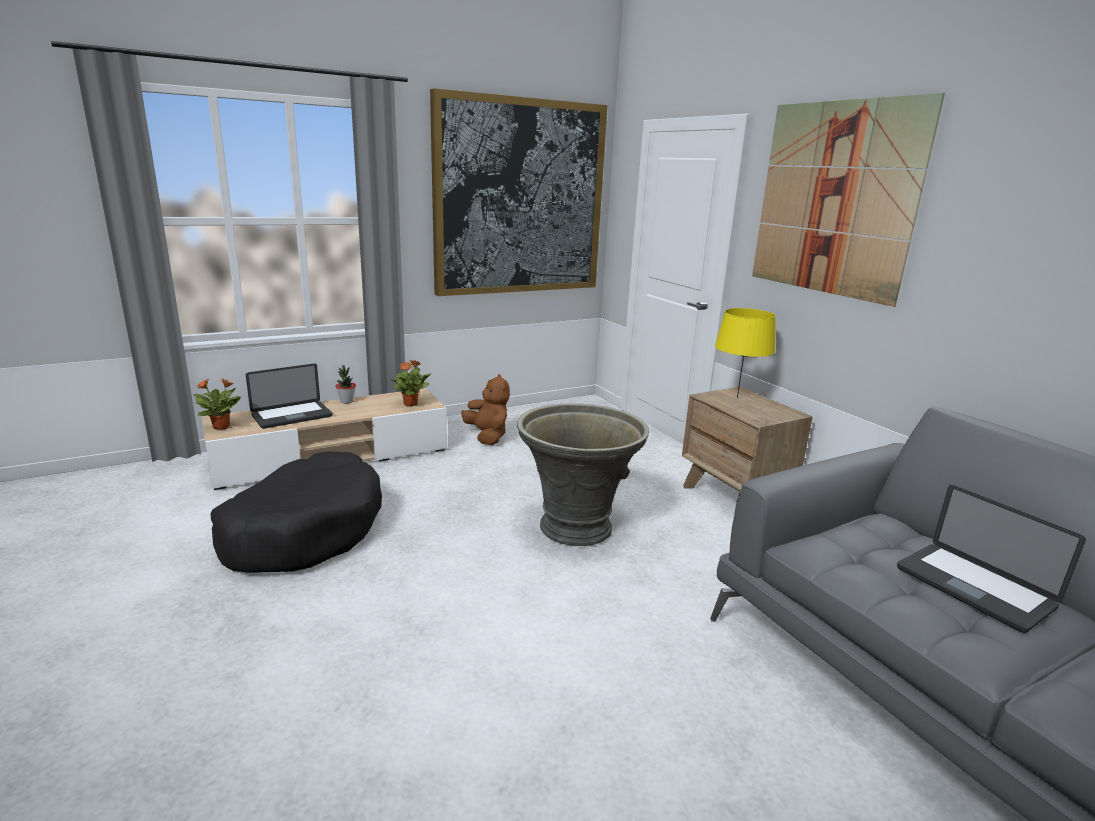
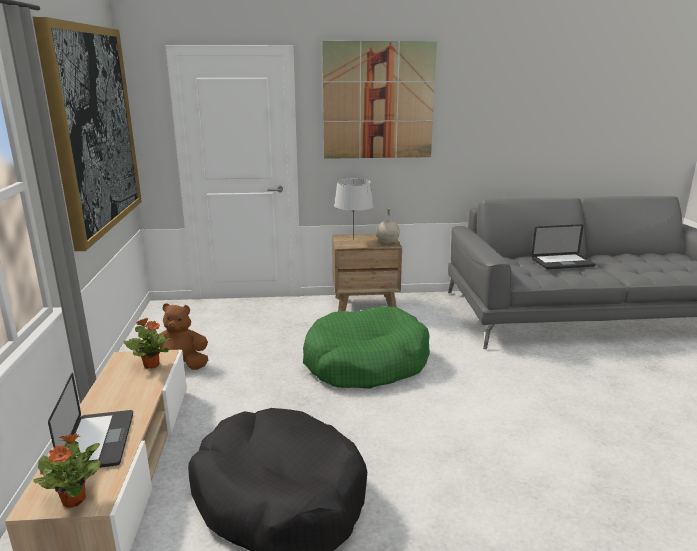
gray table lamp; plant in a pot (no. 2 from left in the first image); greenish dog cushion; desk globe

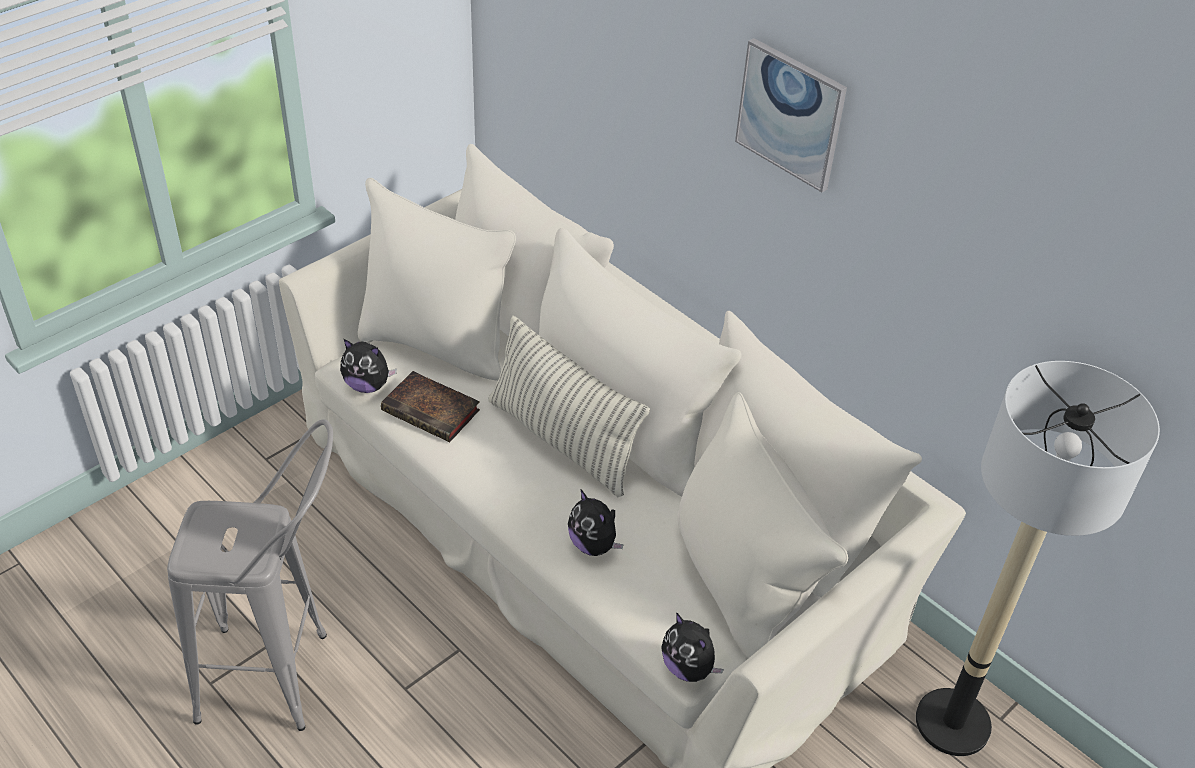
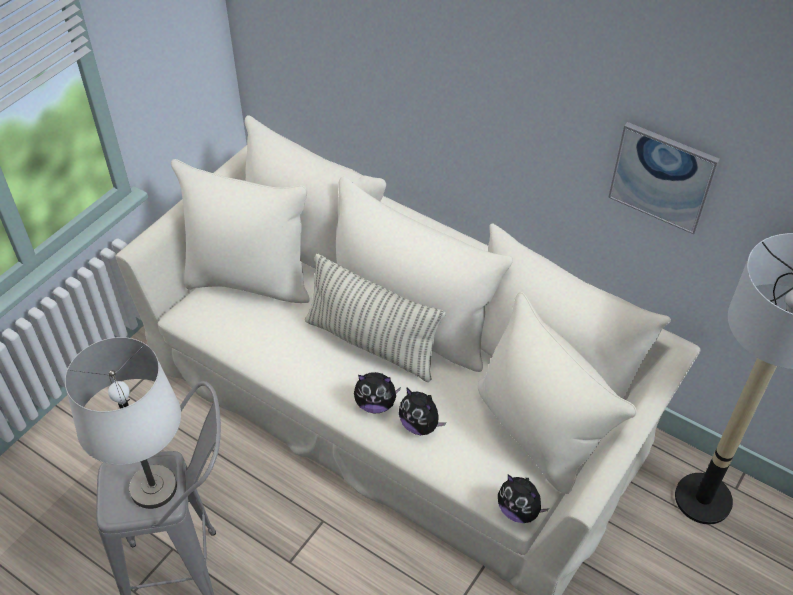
wall picture; soft toy (no. 1 from left); bound book; white-coloured table lamp

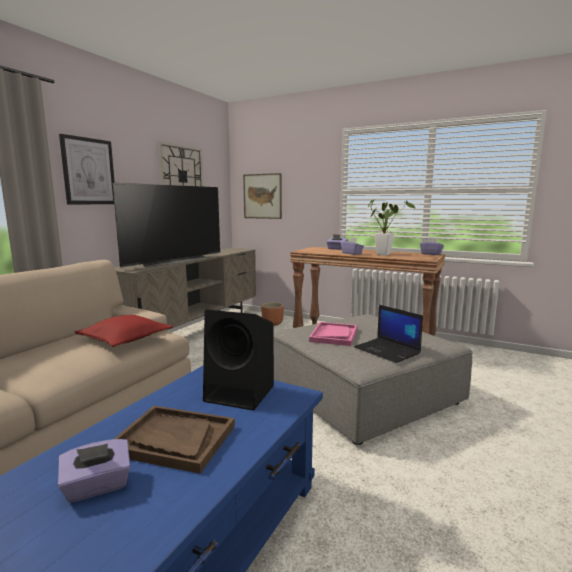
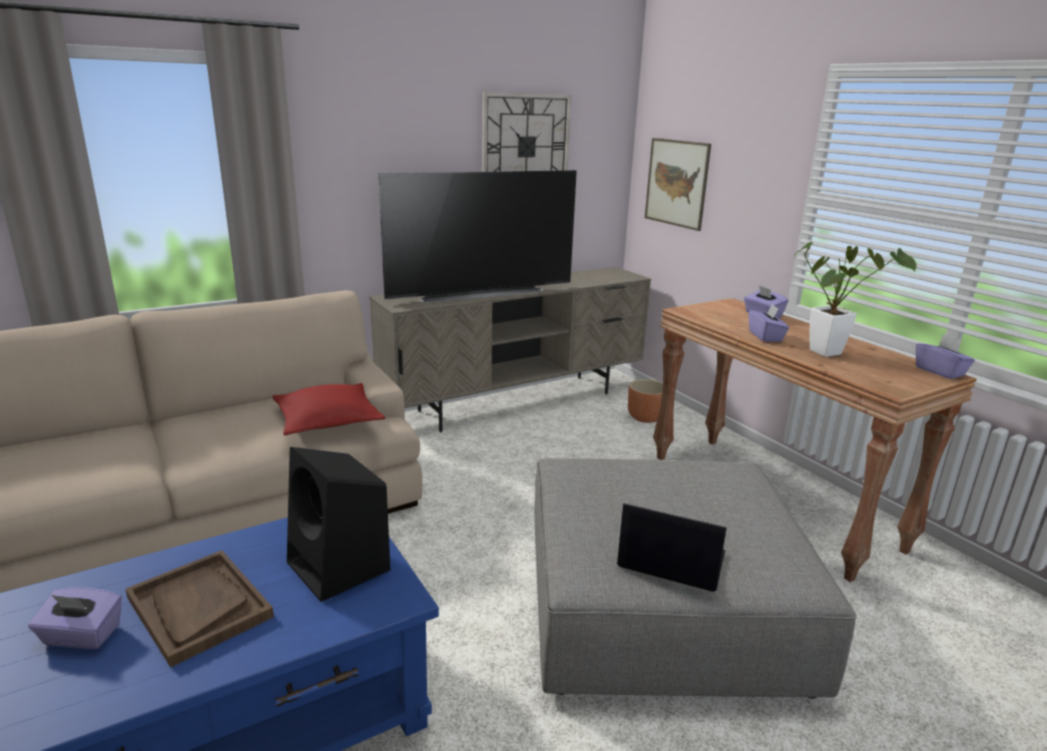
wall picture (no. 1 from left in the first image); portable computer; pink-coloured tray

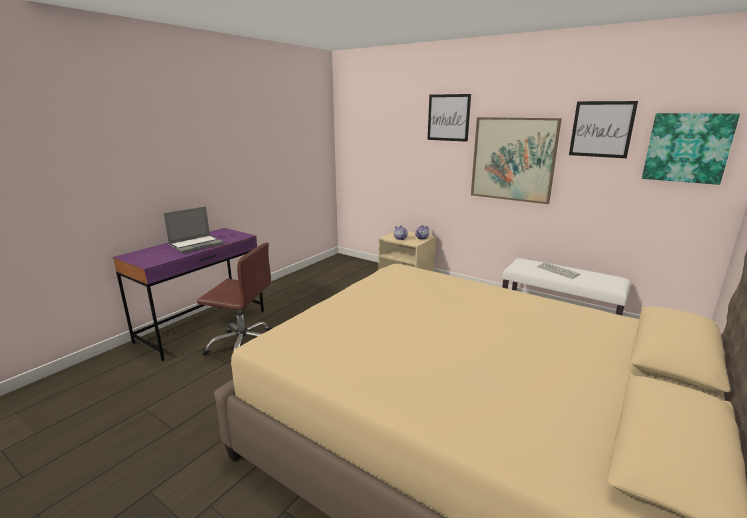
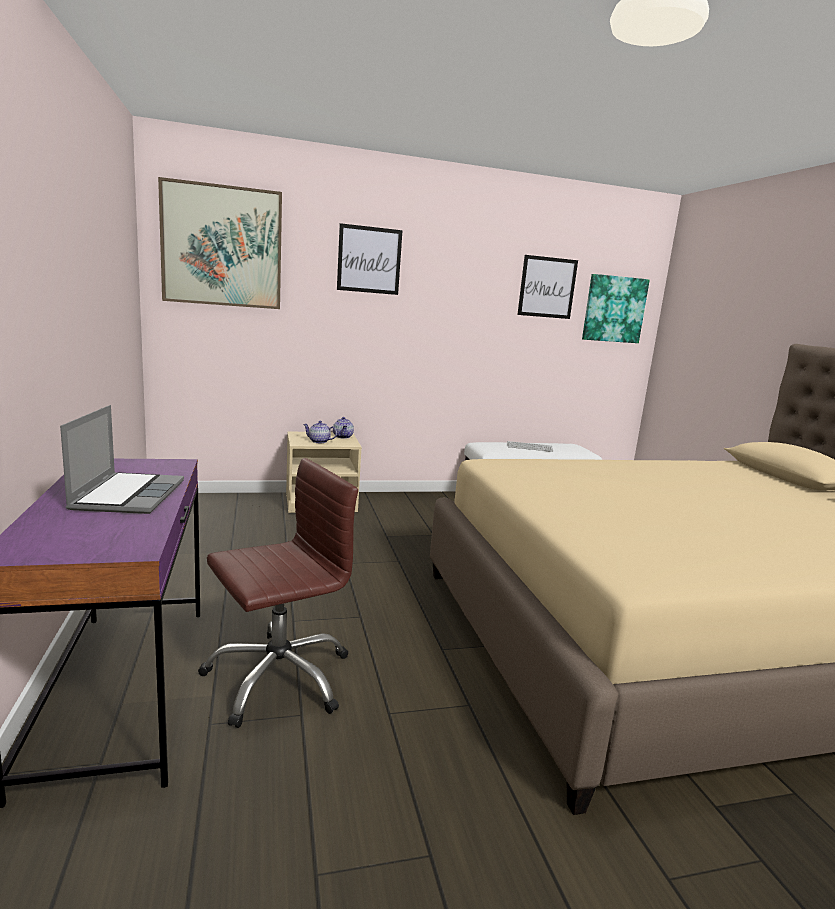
wall picture (no. 1 from left)

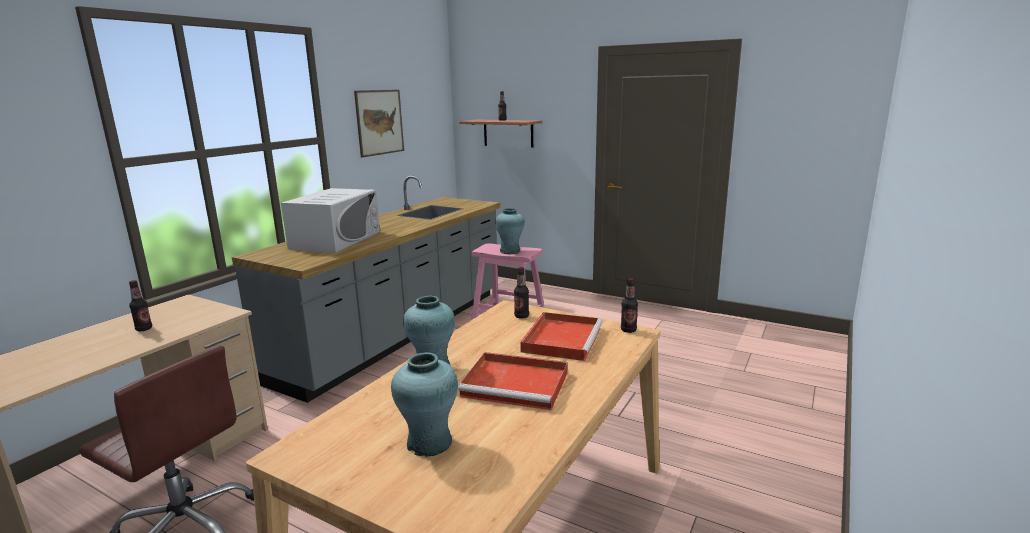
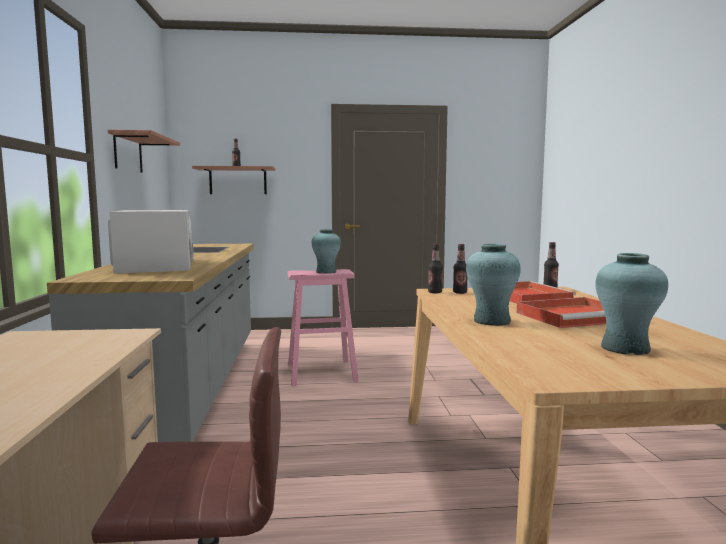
wall shelf (no. 1 from left); drink bottle (no. 2 from left)

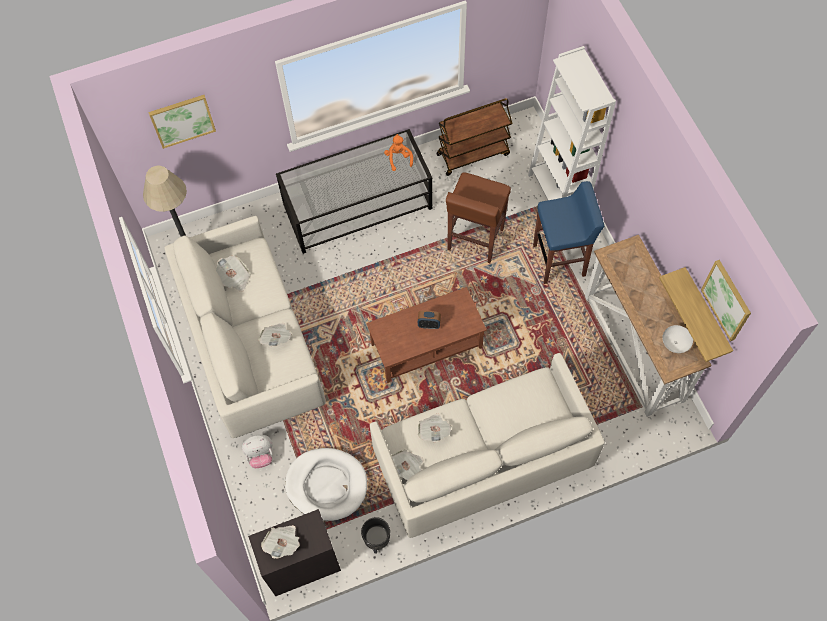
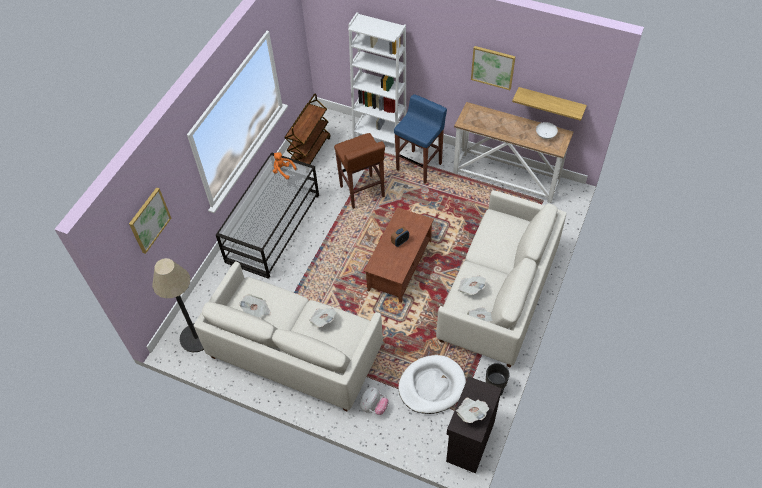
wall picture (no. 2 from left)

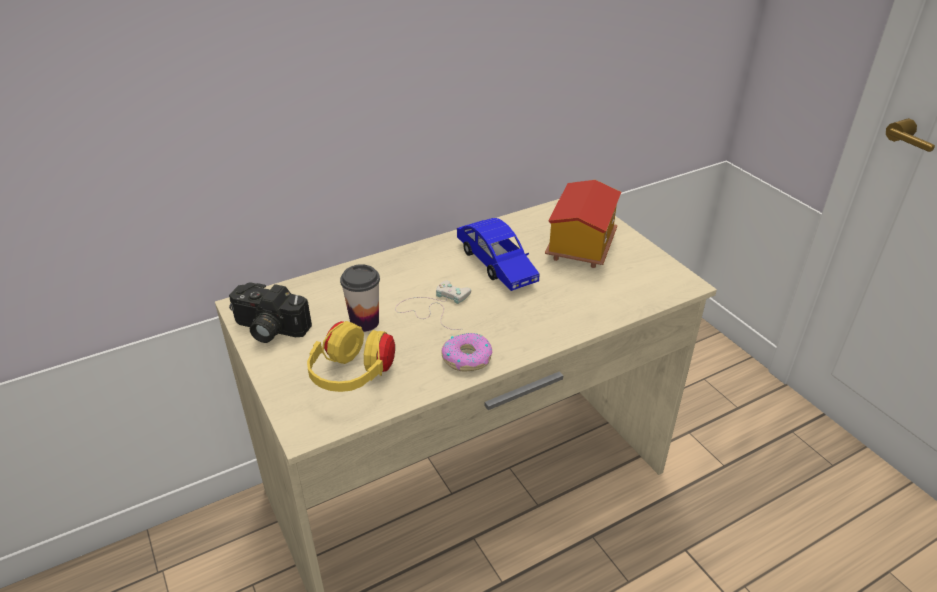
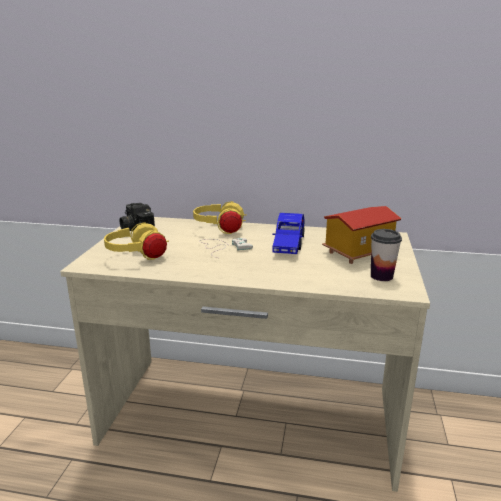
small cup; doughnut; yellow headset (no. 2 from left)

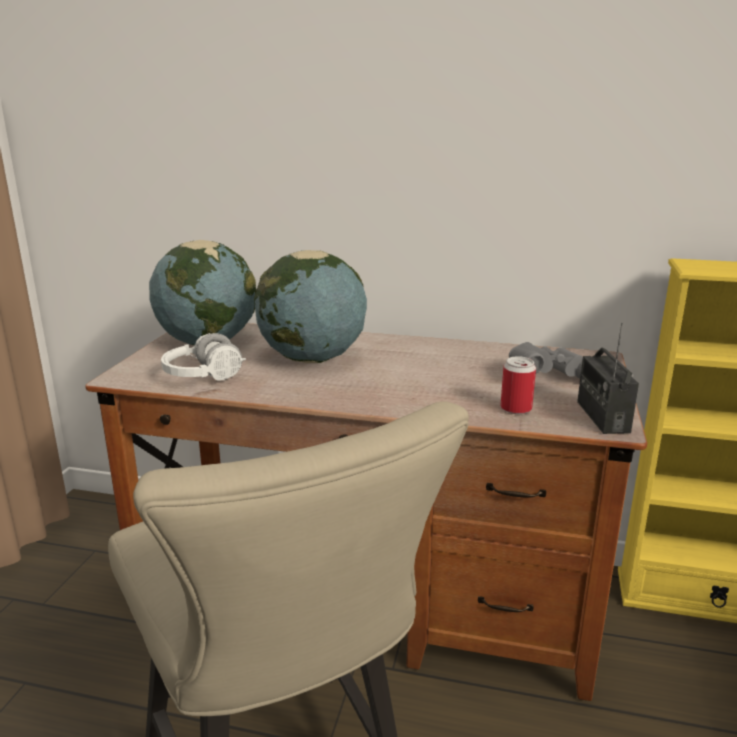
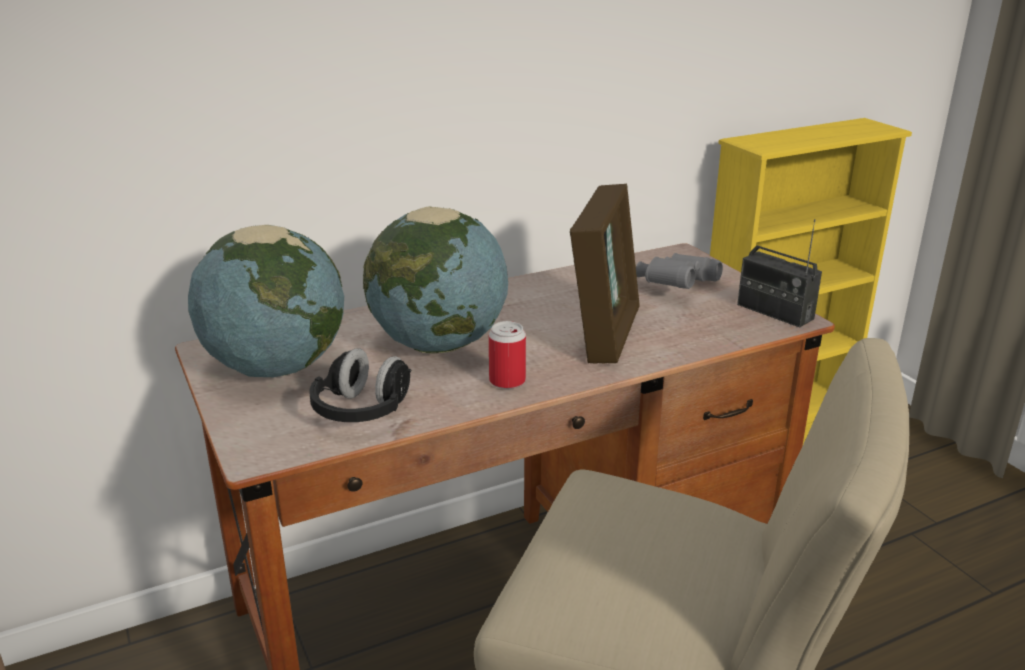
black headset; can; photo frame

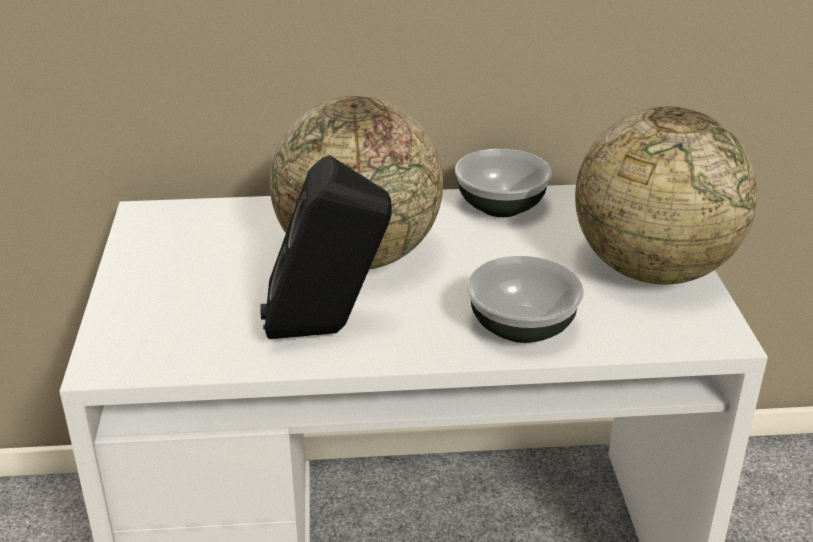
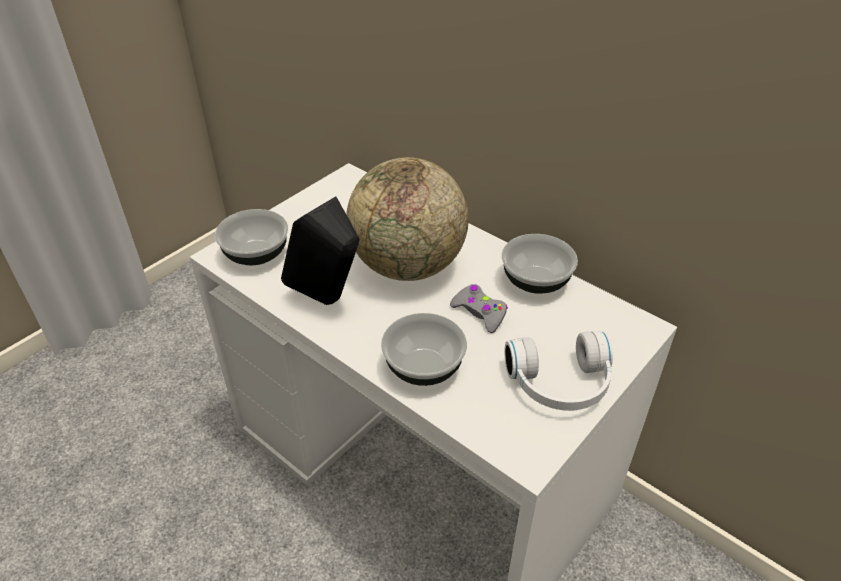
white-coloured headset; serving bowl (no. 1 from left); gray game controller

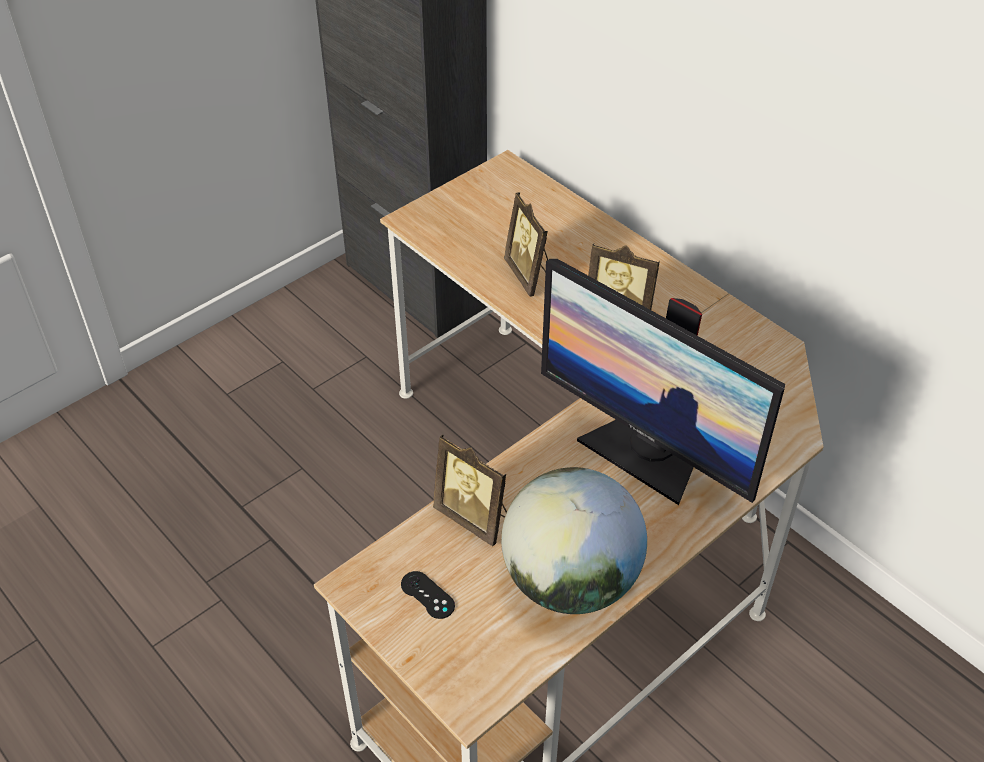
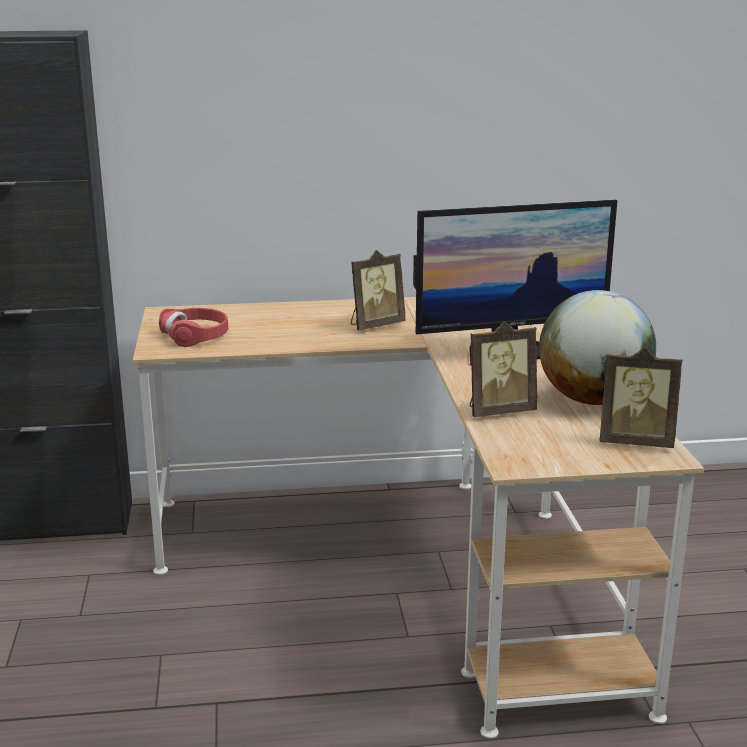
photo frame (no. 3 from left); black game controller; reddish headset

